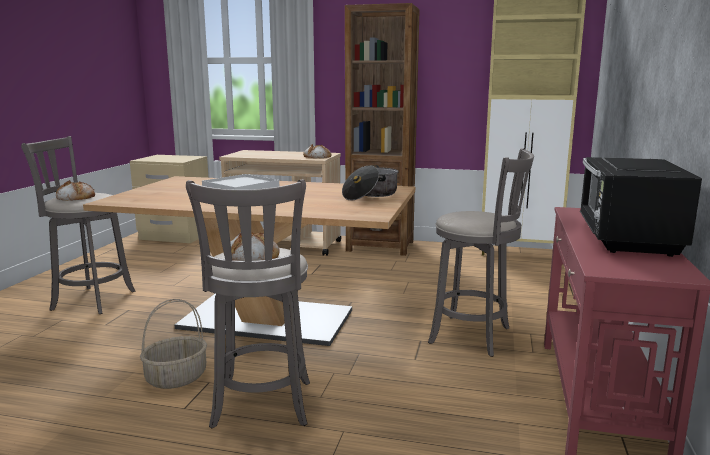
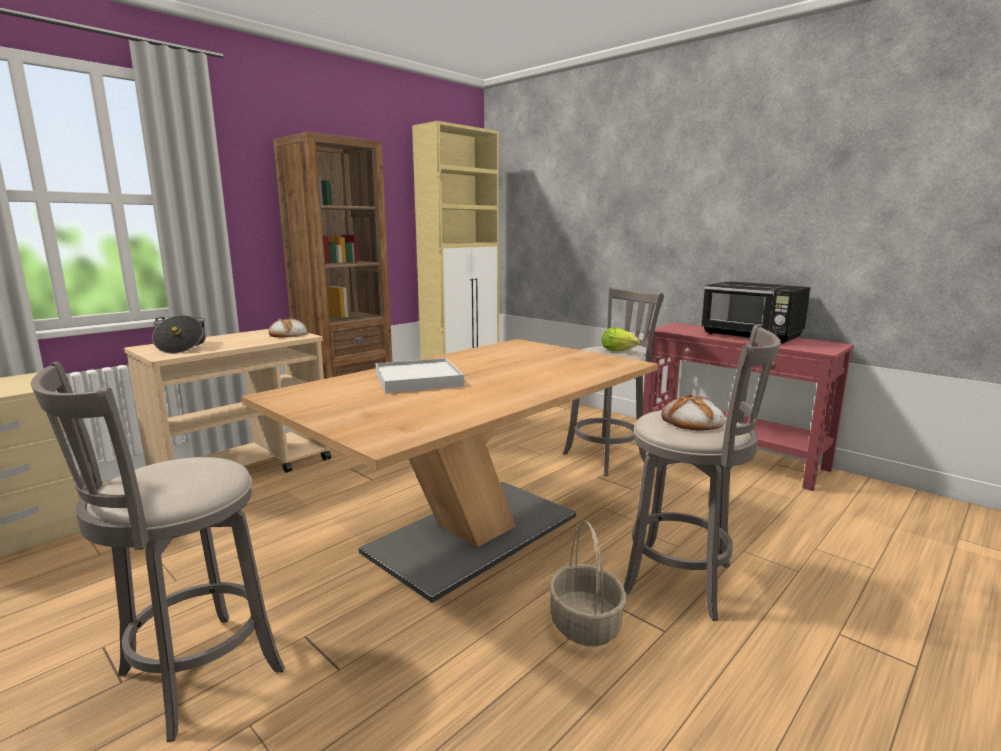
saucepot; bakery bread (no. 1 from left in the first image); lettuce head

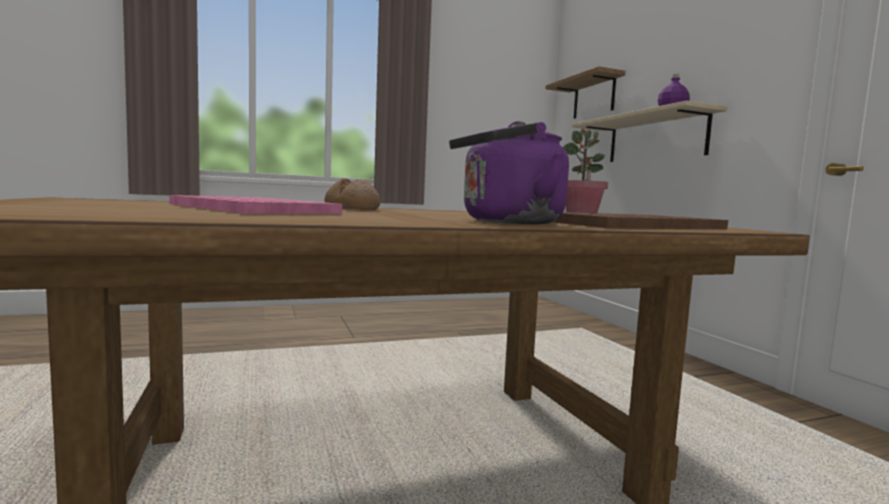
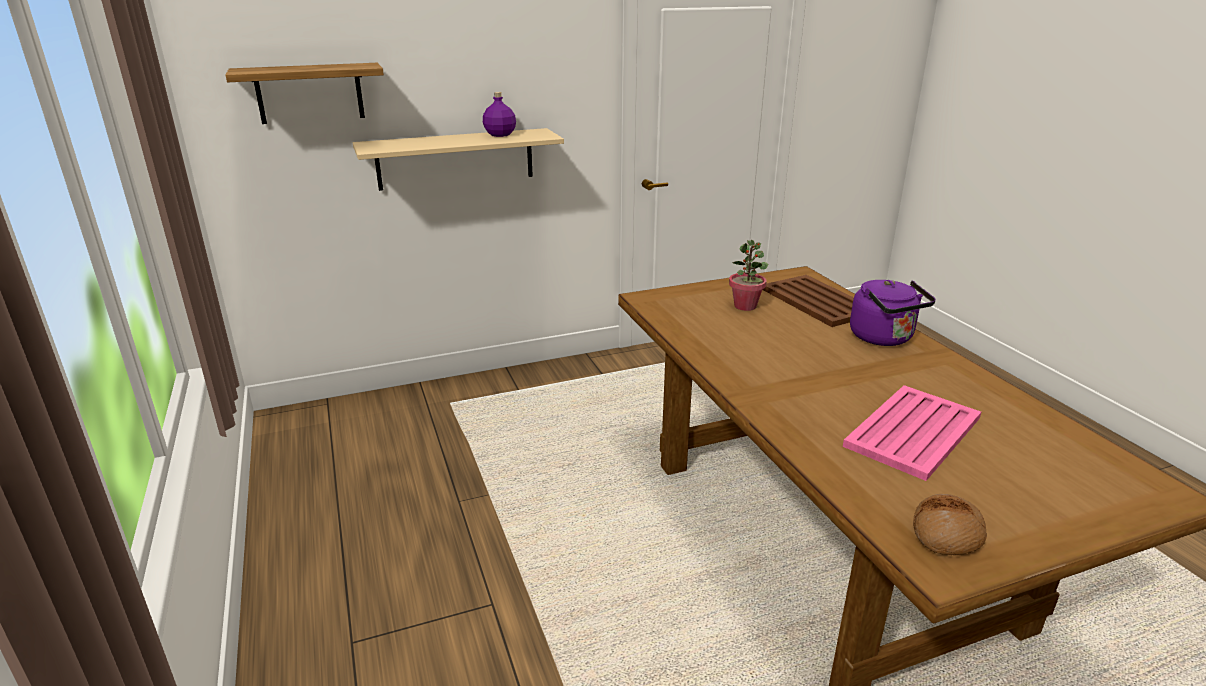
bakery bread

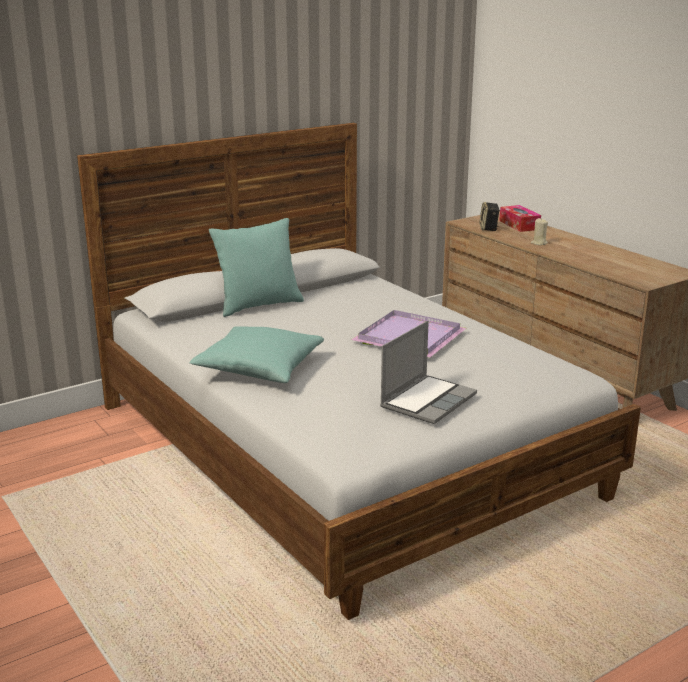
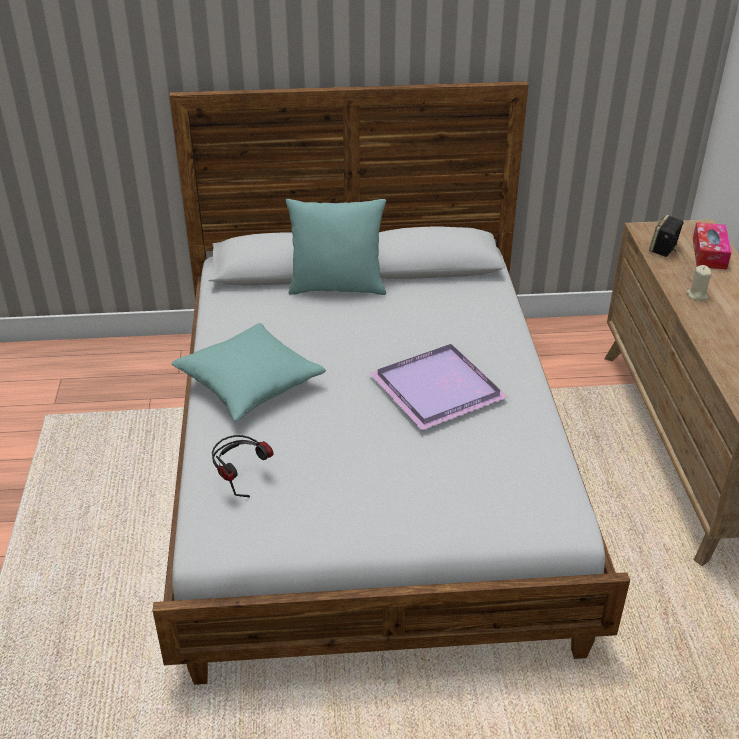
portable computer; headset

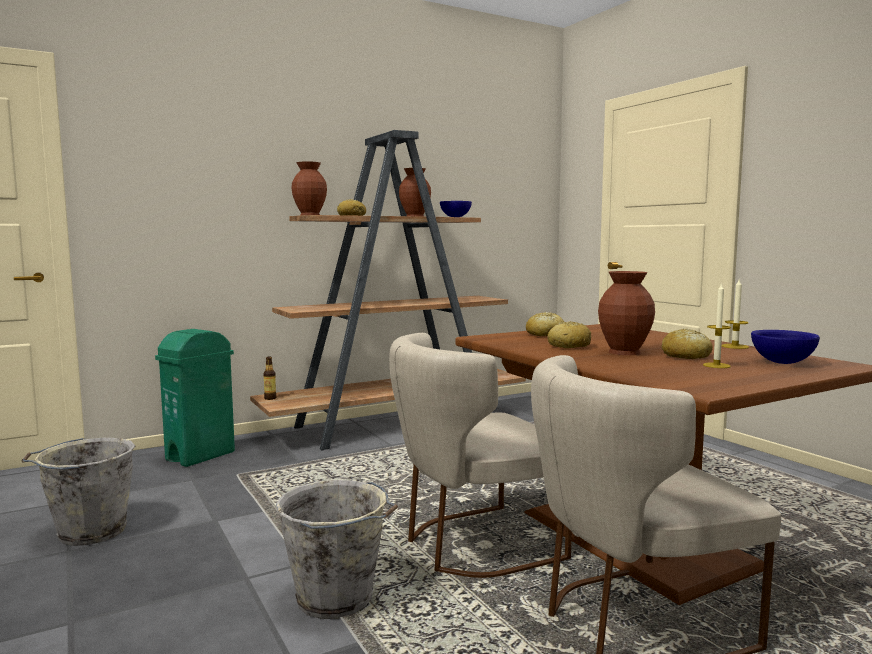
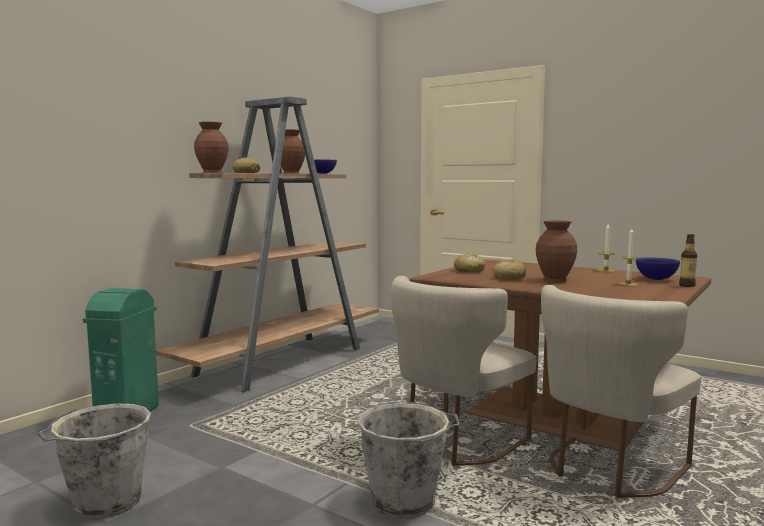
bakery bread (no. 4 from left in the first image); drink bottle

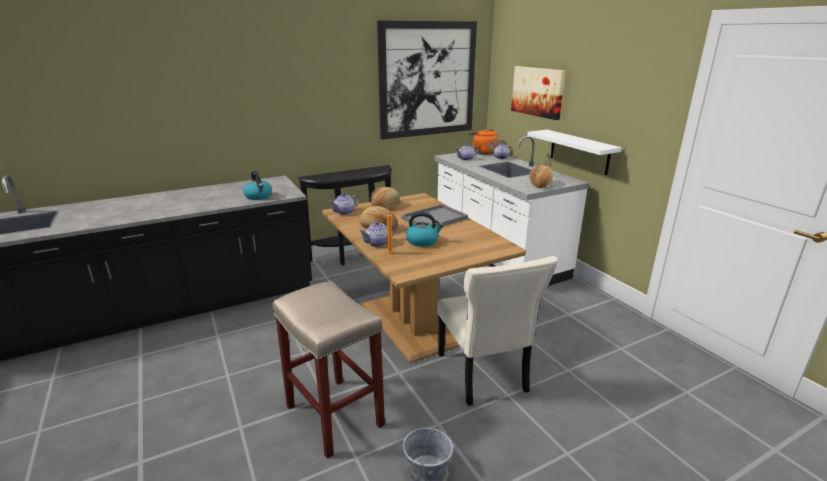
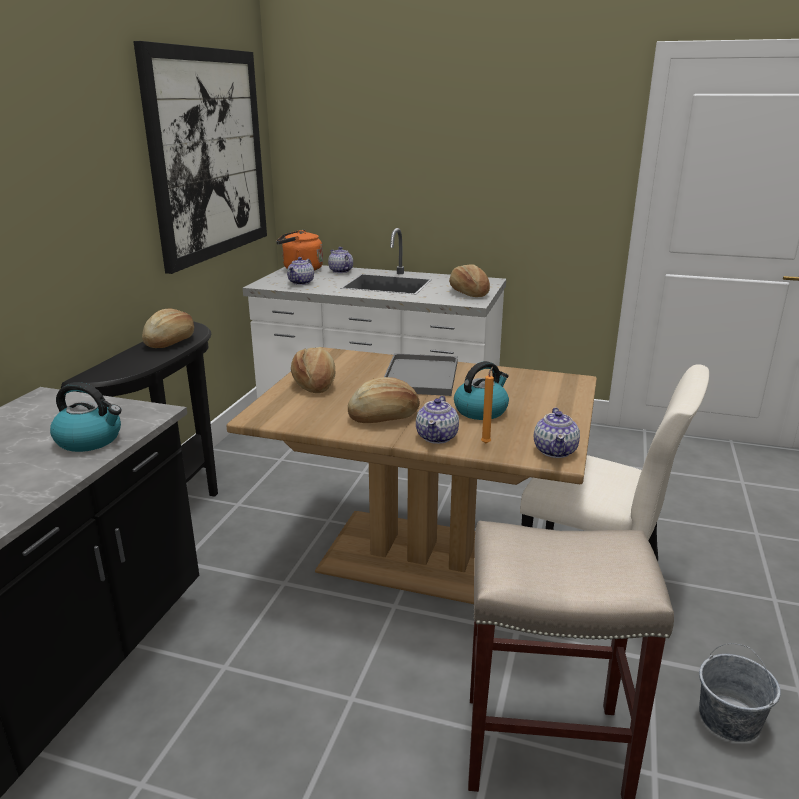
wall picture (no. 2 from left in the first image); white-coloured wall shelf; pot for tea (no. 4 from left); bakery bread (no. 1 from left)

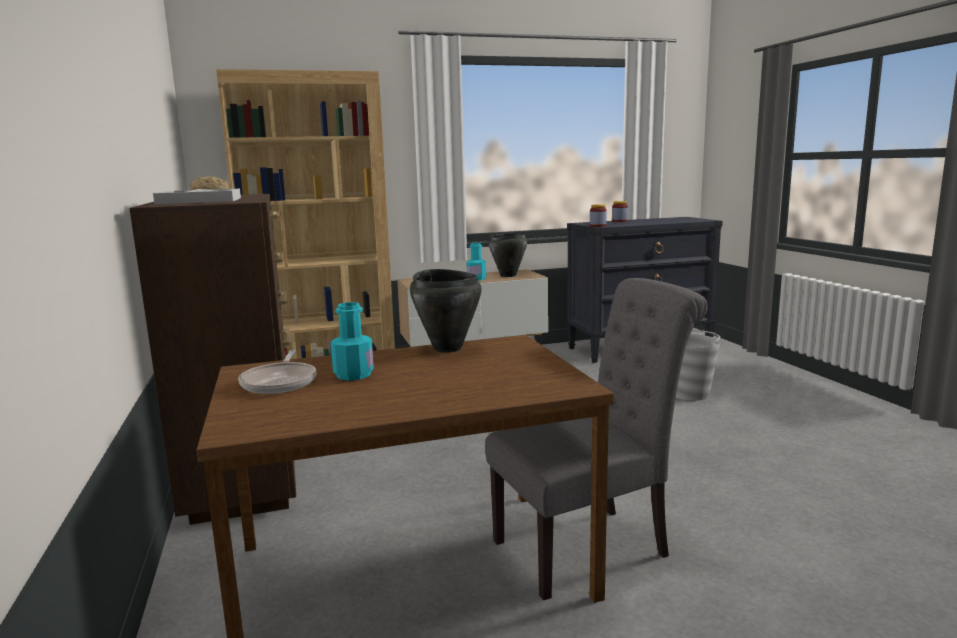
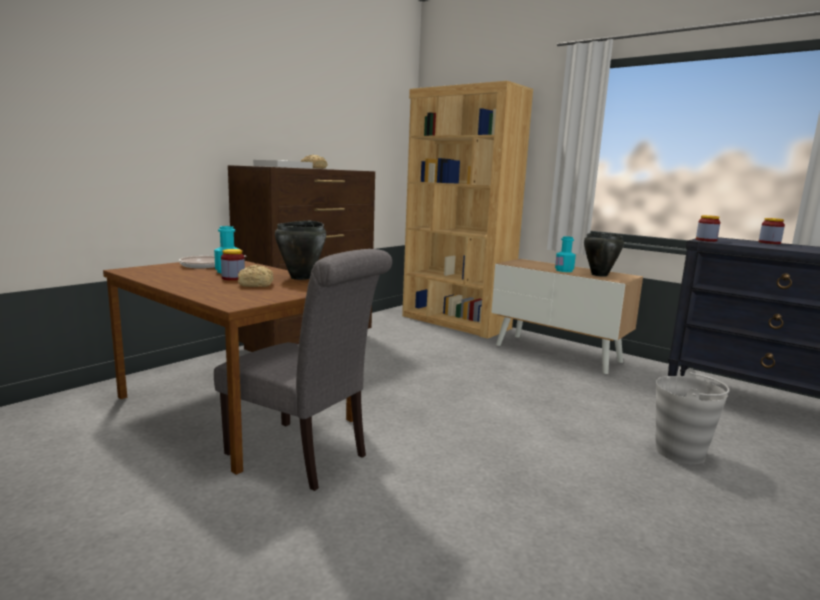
jar (no. 1 from left); bakery bread (no. 1 from left)

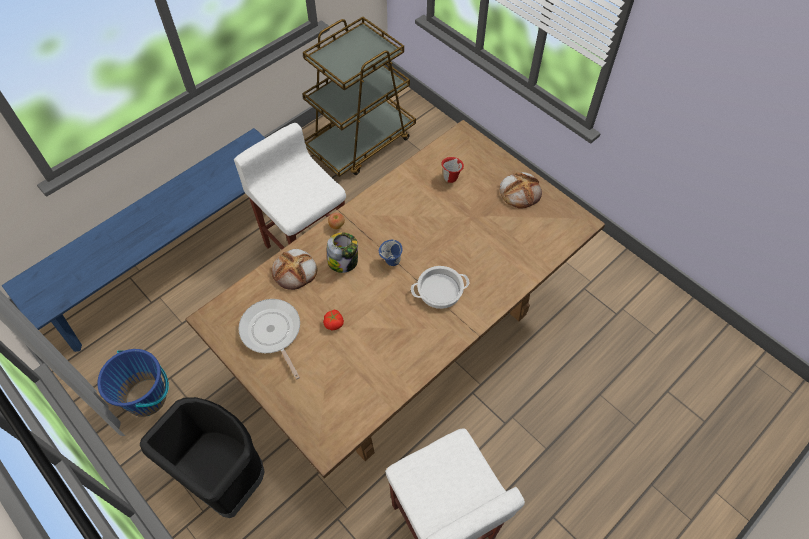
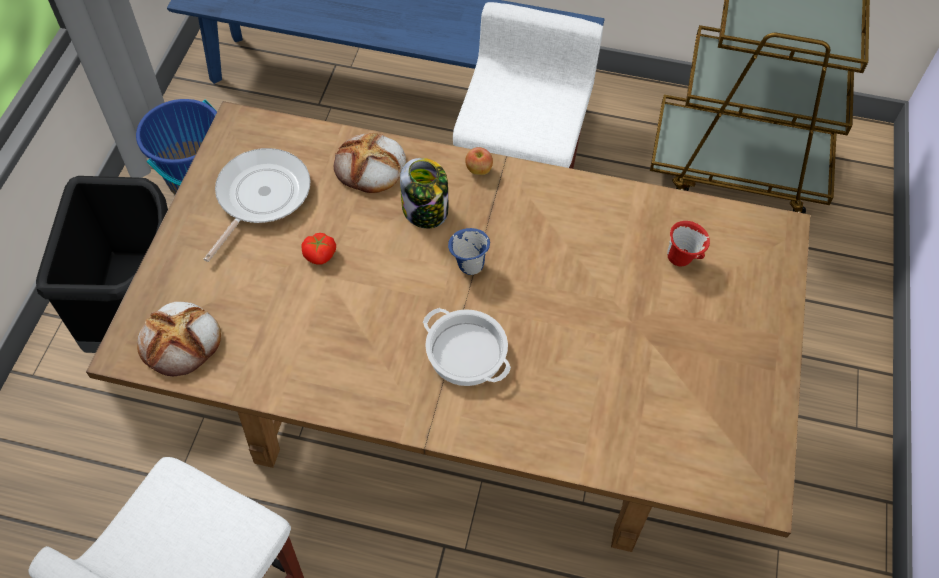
bakery bread (no. 1 from left)

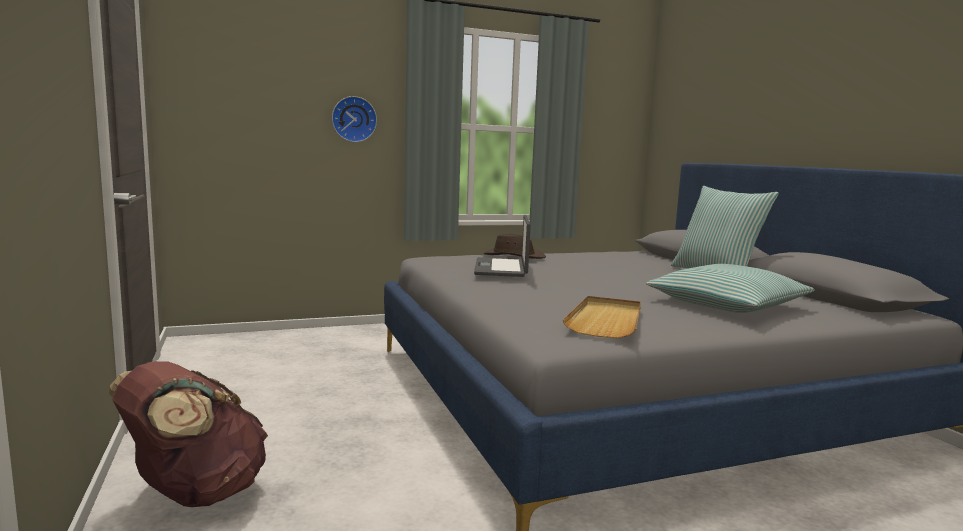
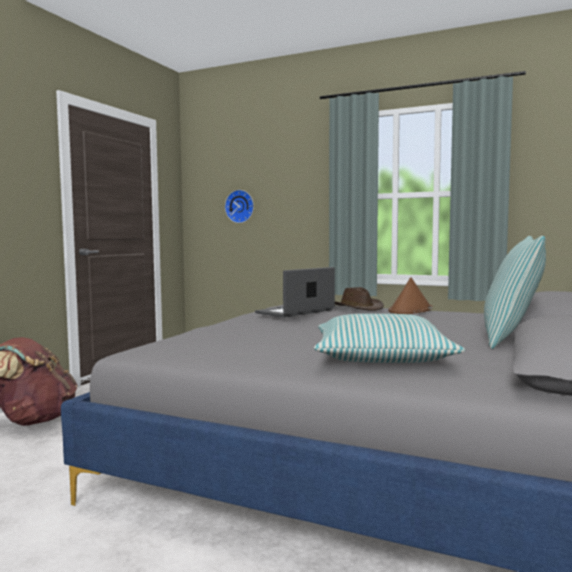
clock on the wall; beige-coloured tray; brown-coloured wearable hat (no. 2 from left)

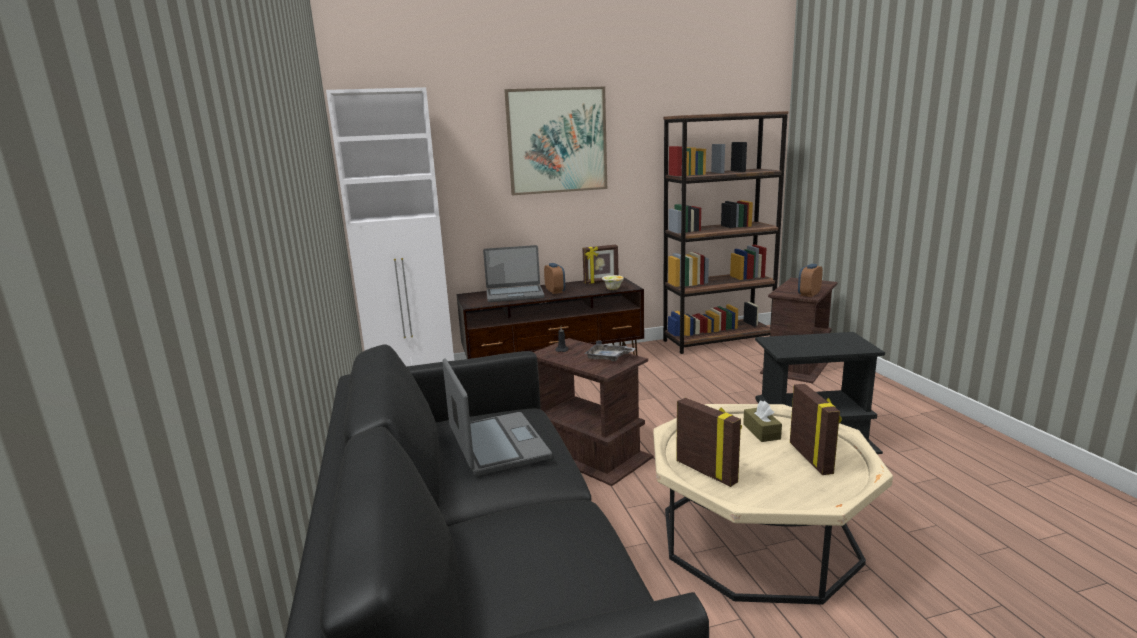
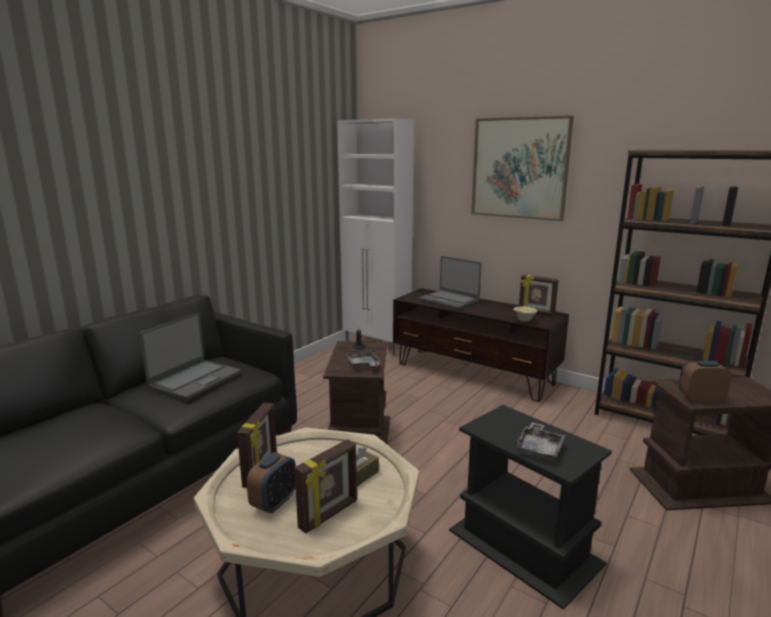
bedside clock (no. 1 from left); gray tray (no. 2 from left)

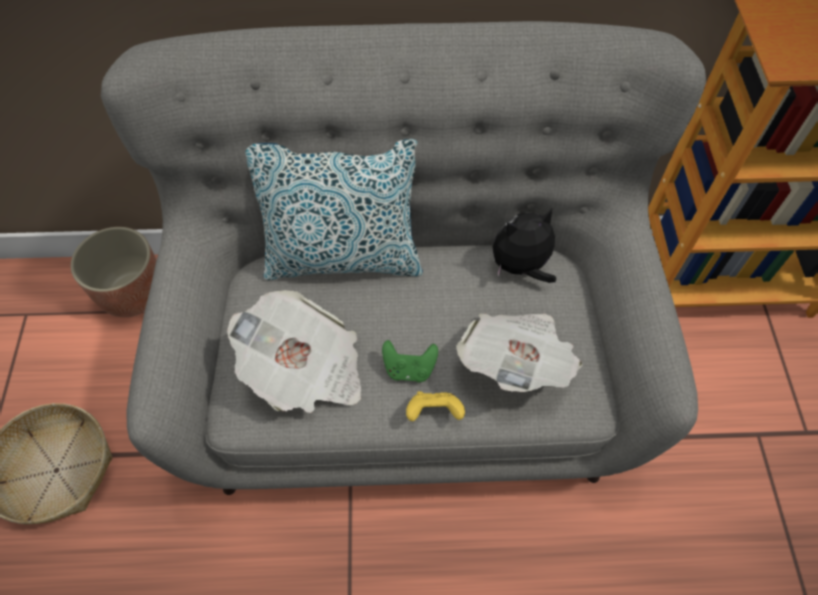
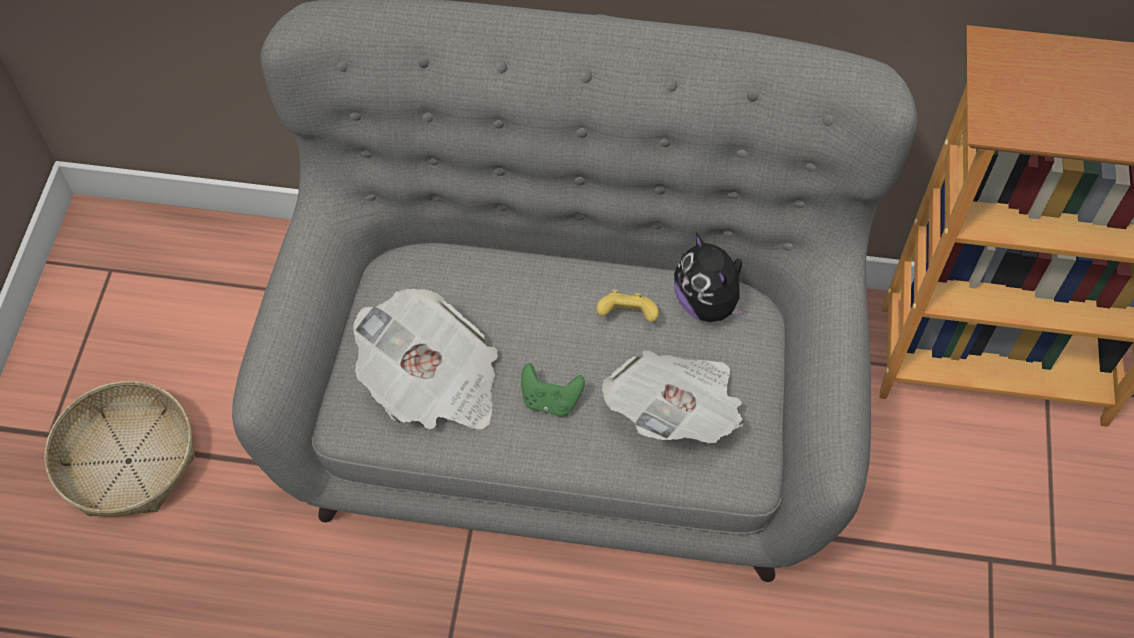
pillow; soft toy; planter; yellow game controller

